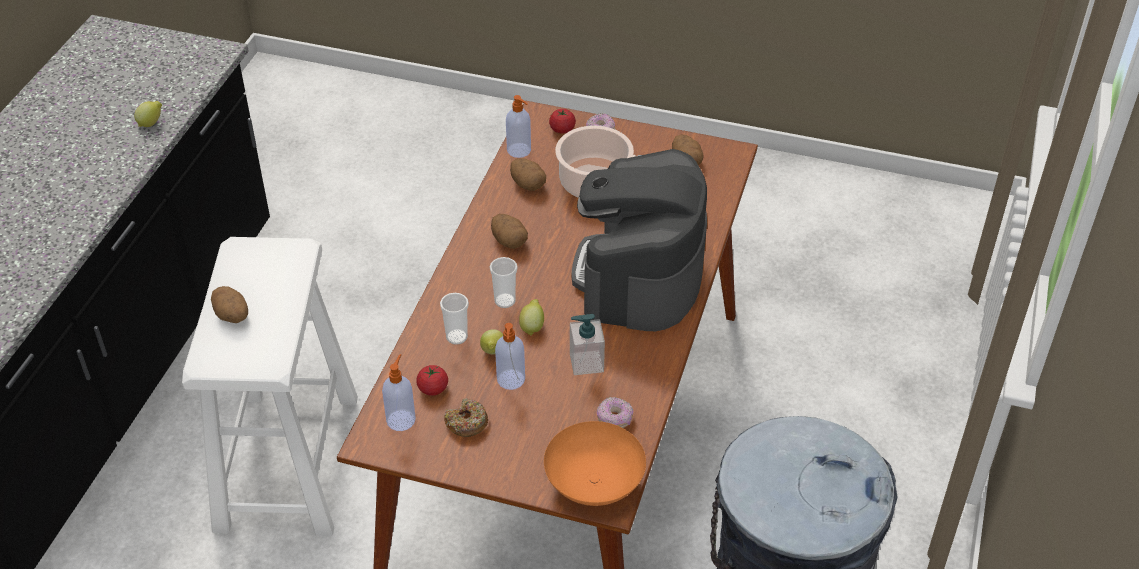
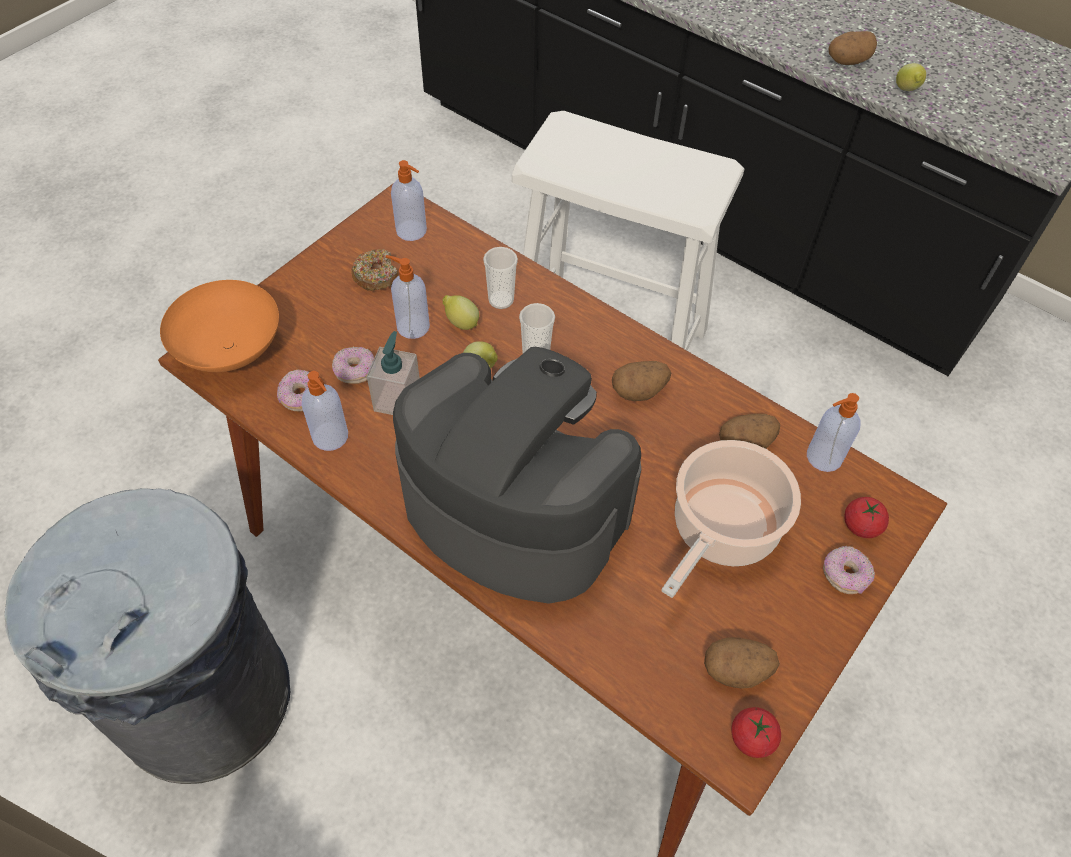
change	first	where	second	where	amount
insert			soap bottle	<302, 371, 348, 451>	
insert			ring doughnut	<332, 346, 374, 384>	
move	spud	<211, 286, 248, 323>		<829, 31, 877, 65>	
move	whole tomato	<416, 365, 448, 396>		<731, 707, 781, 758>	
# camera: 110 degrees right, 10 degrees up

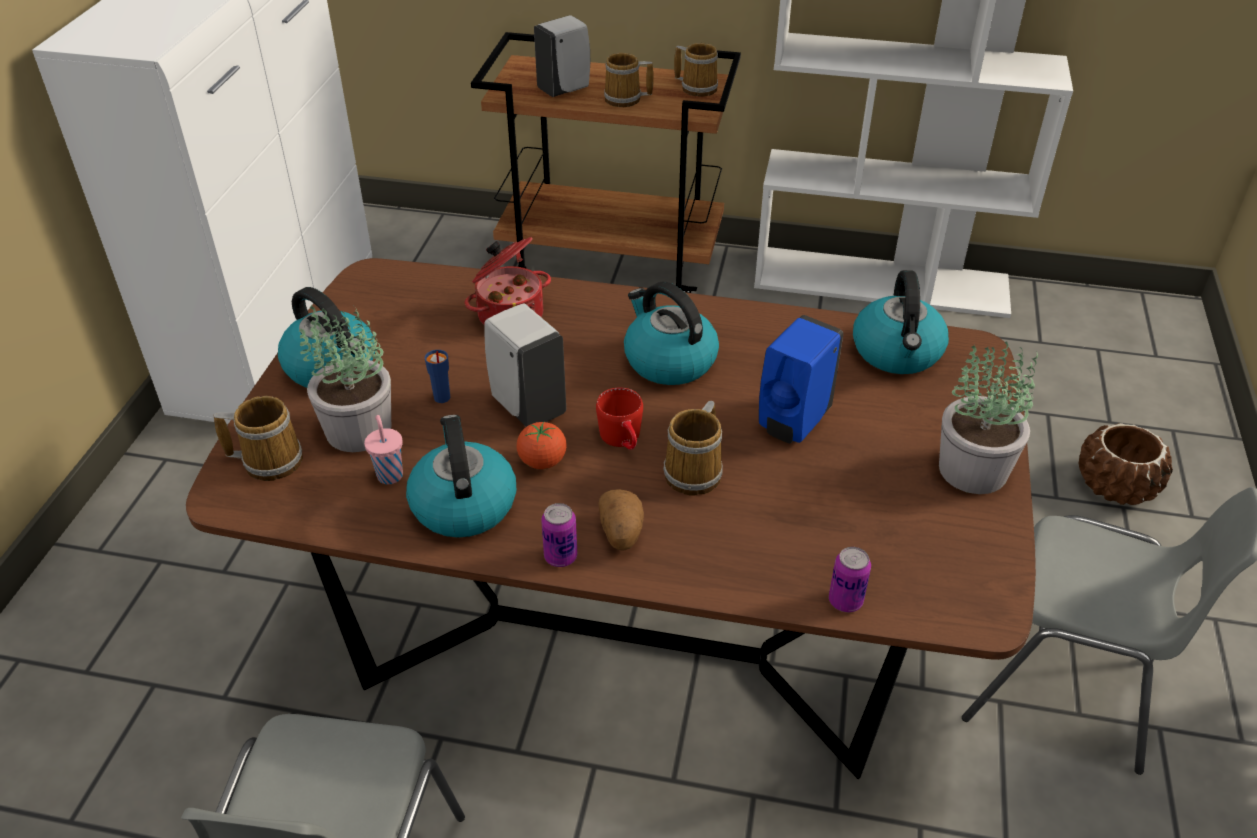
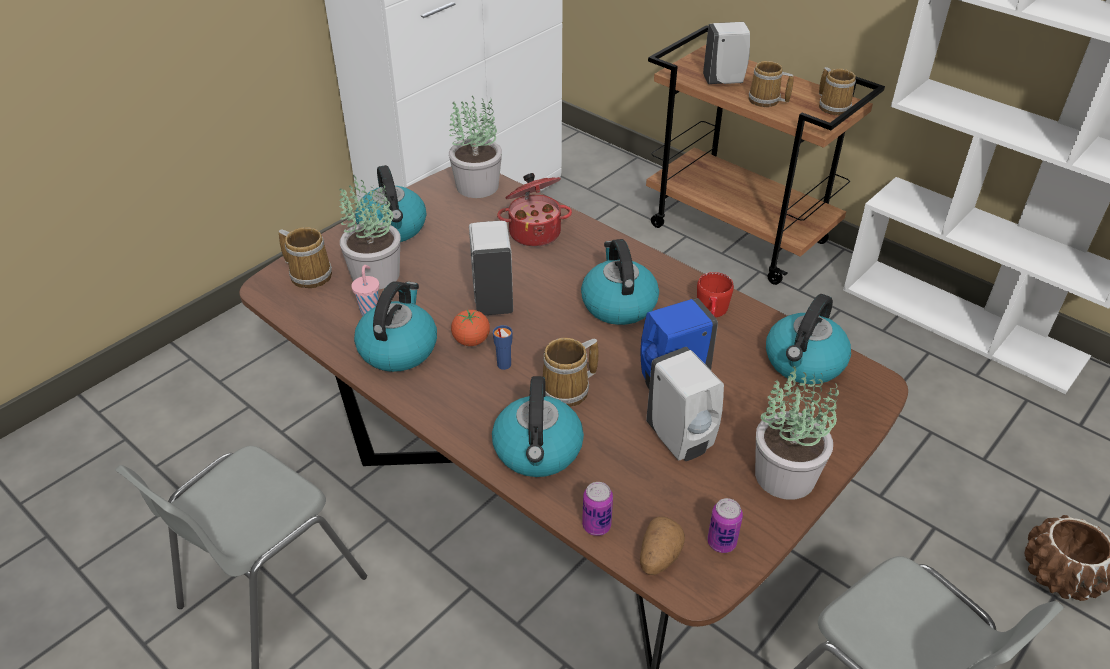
change	first	where	second	where	amount
insert			plant in a pot	<449, 95, 502, 198>	
insert			water kettle	<492, 376, 584, 477>	
insert			soap bottle in white	<646, 347, 724, 461>	
move	drinking cup in bluish	<425, 350, 450, 403>		<493, 325, 513, 370>	
move	sealed can	<541, 503, 577, 567>		<707, 498, 743, 553>	
move	mug in reddish	<596, 388, 643, 450>		<697, 272, 734, 317>	
move	spud	<599, 489, 644, 551>		<640, 517, 685, 575>	
# camera: 30 degrees right, 0 degrees up

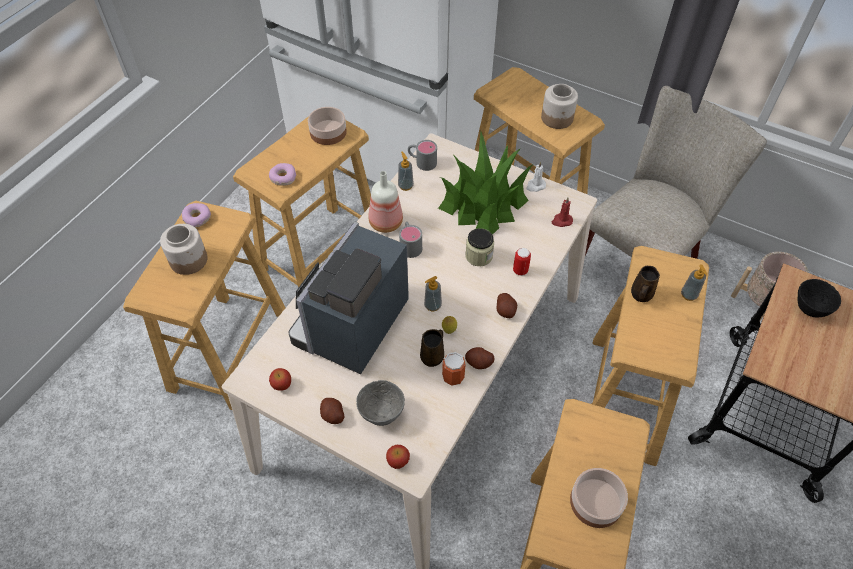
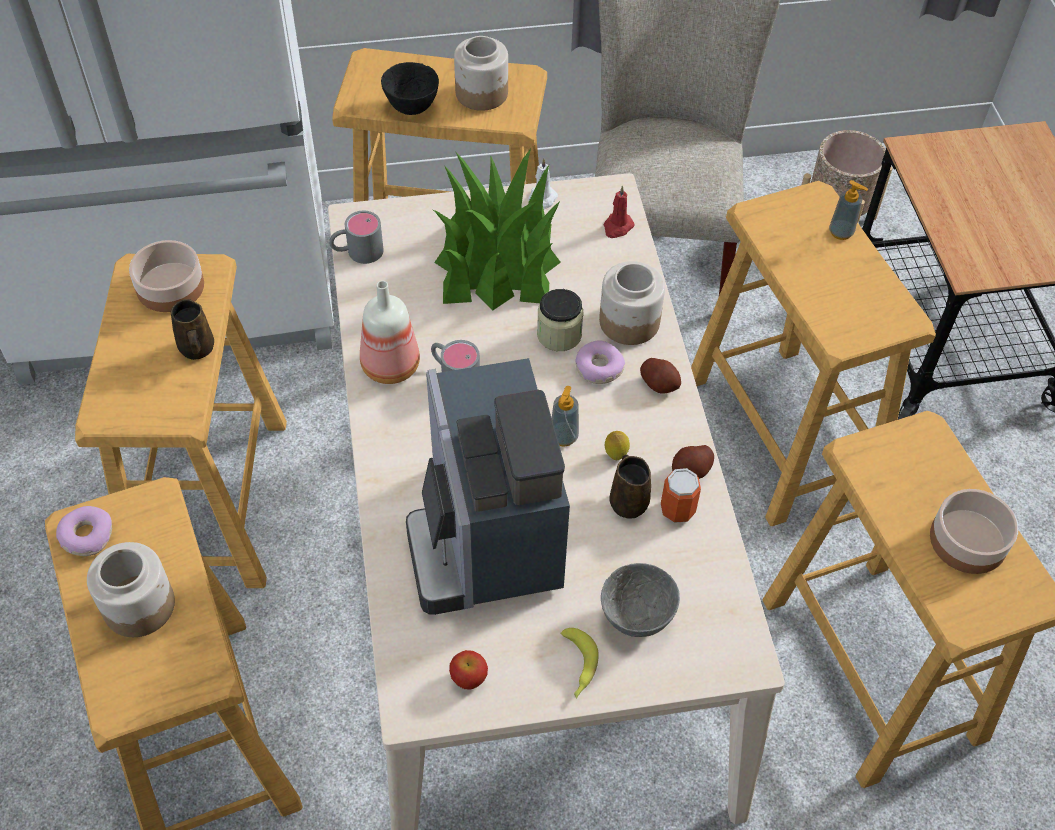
change	first	where	second	where	amount
delete	whole apple	<386, 445, 410, 469>			
delete	soap bottle	<398, 151, 414, 191>			
move	ring doughnut	<269, 163, 296, 186>		<575, 340, 625, 384>	
move	mug in brownish	<631, 266, 660, 302>		<171, 299, 214, 360>	
move	bowl in blackish	<797, 279, 841, 317>		<381, 62, 439, 115>	
replace	spud	<320, 398, 345, 424>	whole banana	<561, 628, 599, 699>	
replace	sealed can	<513, 248, 531, 276>	jar	<599, 261, 665, 345>	
# camera: 40 degrees left, 0 degrees up

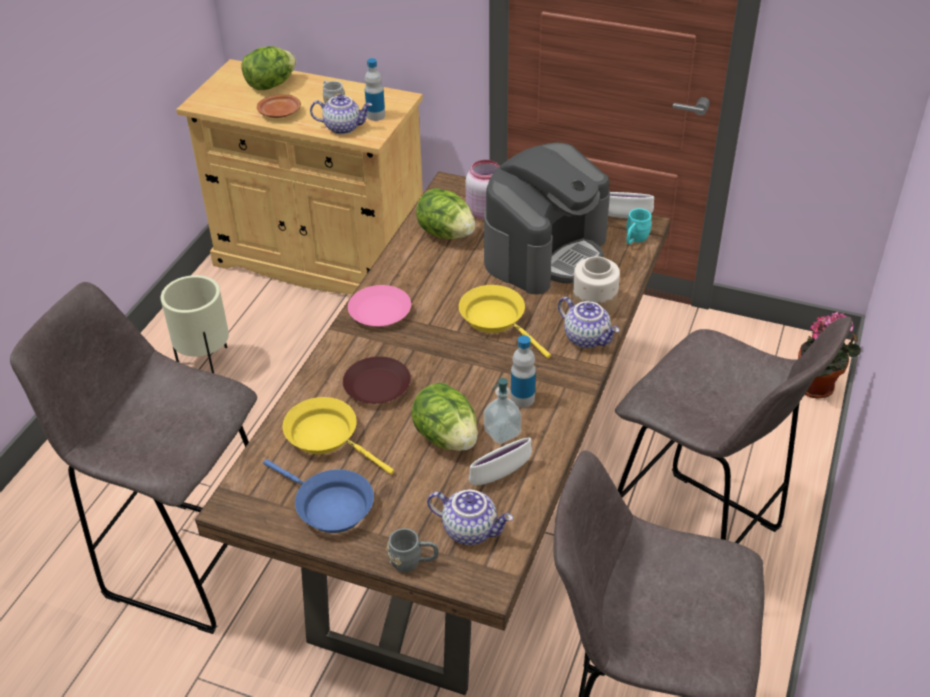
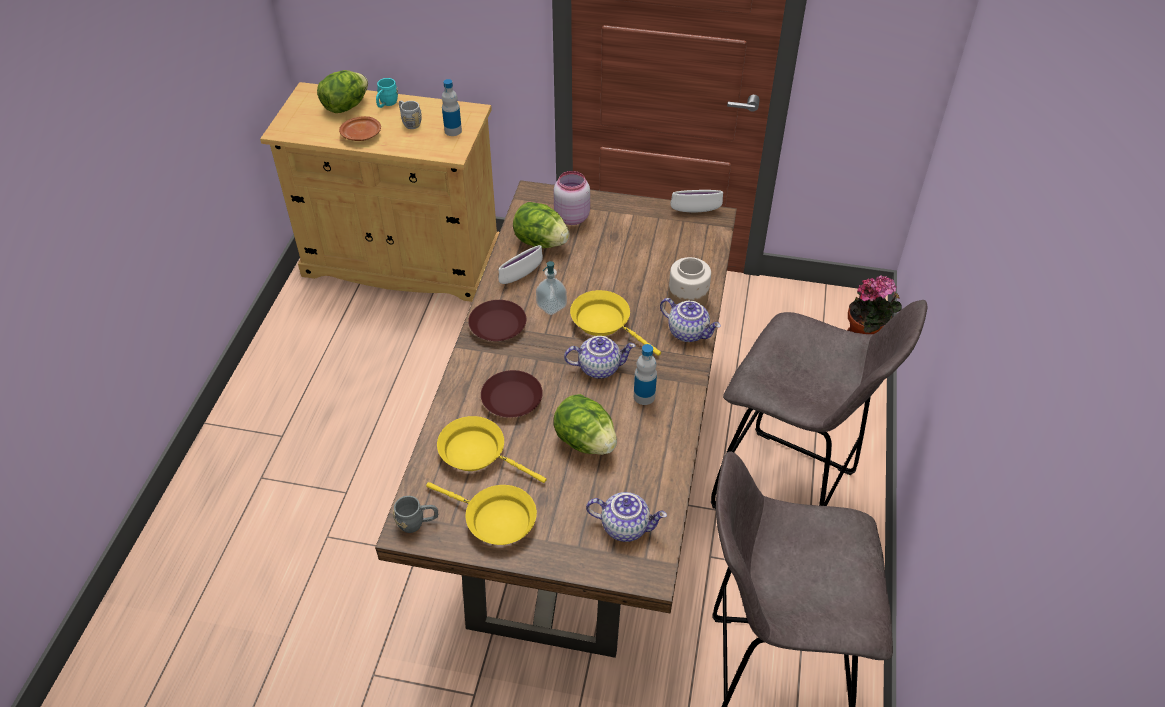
change	first	where	second	where	amount
delete	stool in greyish	<10, 282, 257, 634>			
delete	planter in beige-coloured	<161, 275, 229, 373>			
delete	coffee machine	<484, 143, 610, 295>			
move	teapot	<310, 95, 372, 135>		<564, 336, 636, 379>	
move	mug in greyish	<386, 528, 438, 573>		<393, 496, 438, 533>	
move	bowl in white	<469, 438, 532, 485>		<498, 245, 543, 284>	
move	soap bottle	<484, 378, 522, 444>		<536, 261, 567, 315>	
move	mug in turquoise-coloured	<626, 208, 652, 244>		<376, 78, 398, 108>	
recolor	pan in bluish	<263, 459, 374, 533>	pan in yellowish	<426, 482, 537, 545>	
recolor	flat dish in pink	<348, 285, 411, 327>	flat dish in brownish	<468, 300, 526, 341>	
# camera: 10 degrees left, 5 degrees up

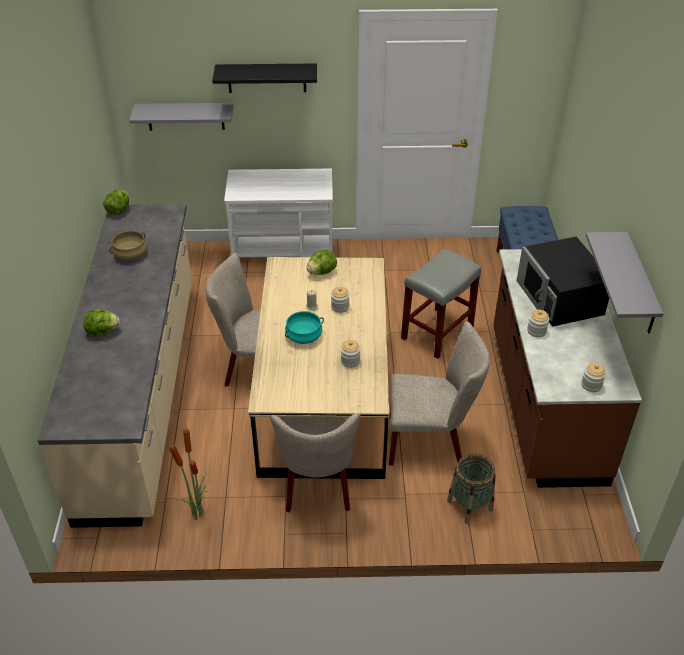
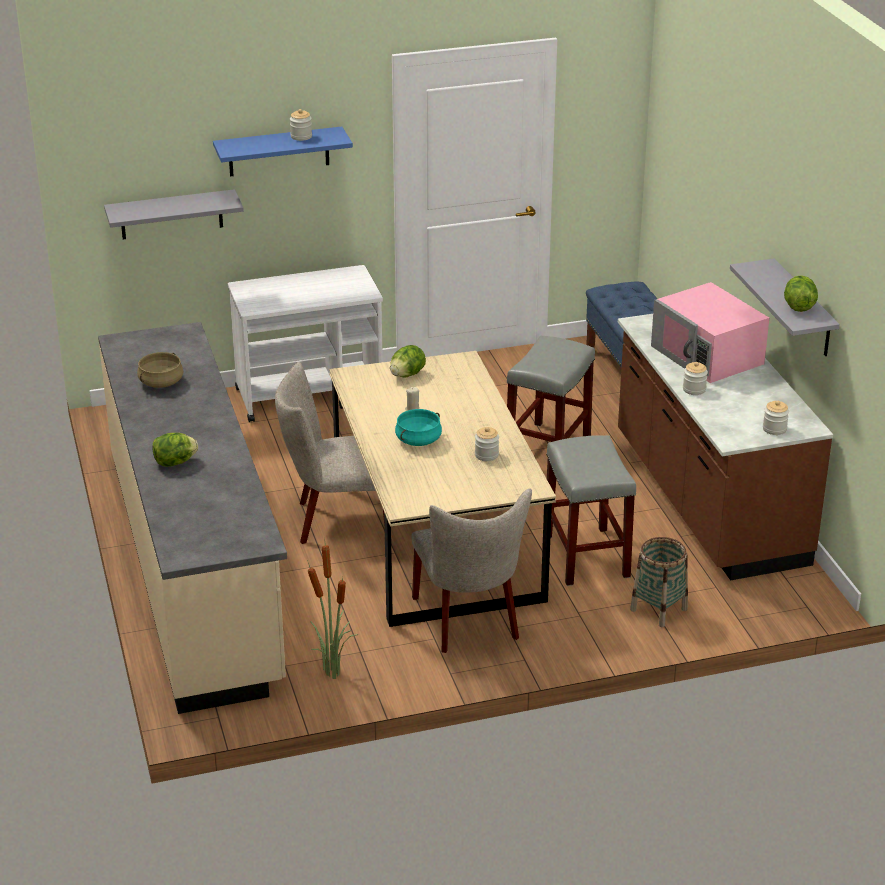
change	first	where	second	where	amount
move	lettuce	<103, 190, 129, 215>		<784, 275, 818, 312>	
move	jar	<331, 287, 350, 313>		<290, 109, 312, 141>	
replace	upright chair in beige-coloured	<389, 321, 490, 466>	stool in greyish	<546, 435, 636, 586>	
recolor	shelf in blackish	<212, 63, 317, 93>	shelf in bluish	<213, 126, 353, 177>	
recolor	kitchen microwave in blackish	<516, 237, 609, 327>	kitchen microwave in pink	<651, 282, 769, 383>	
# camera: 15 degrees left, 10 degrees down

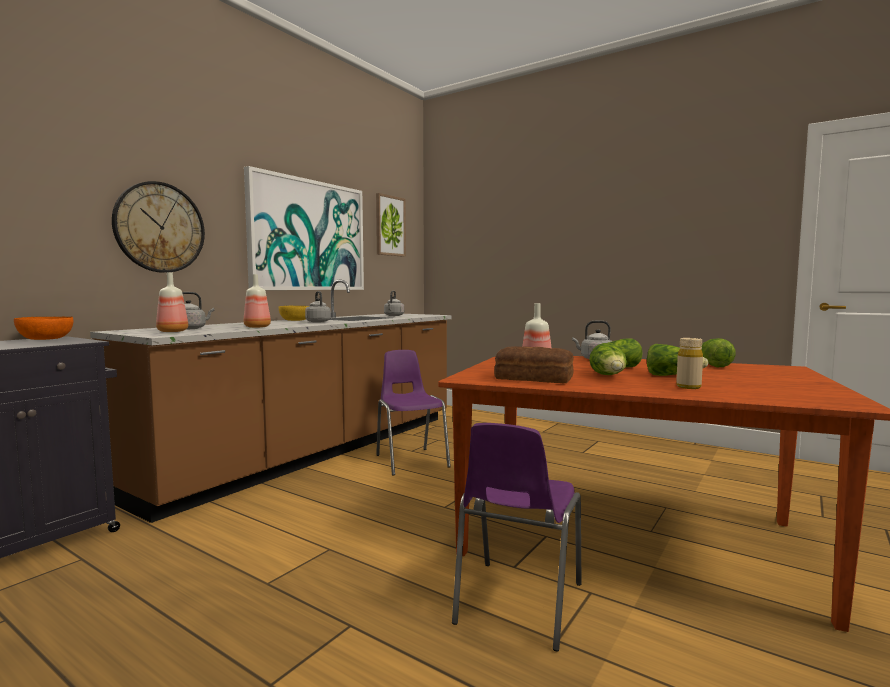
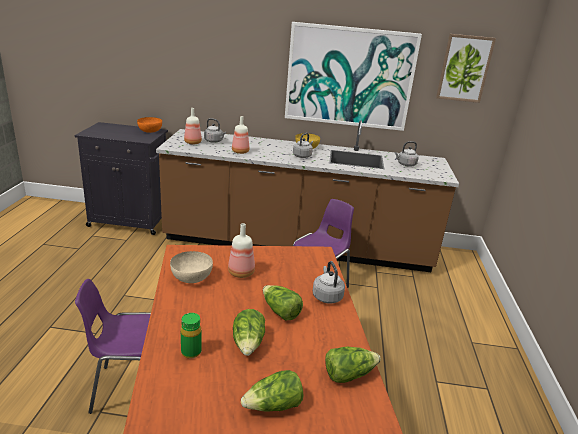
change	first	where	second	where	amount
delete	hanging clock	<112, 181, 205, 273>			
move	lettuce	<589, 343, 627, 375>		<241, 370, 304, 411>	
replace	bread	<494, 346, 574, 383>	bowl in beige-coloured	<170, 251, 213, 283>	
recolor	drink bottle in beige-coloured	<676, 338, 703, 389>	drink bottle in green-coloured	<181, 313, 201, 359>	
# camera: 60 degrees right, 20 degrees up

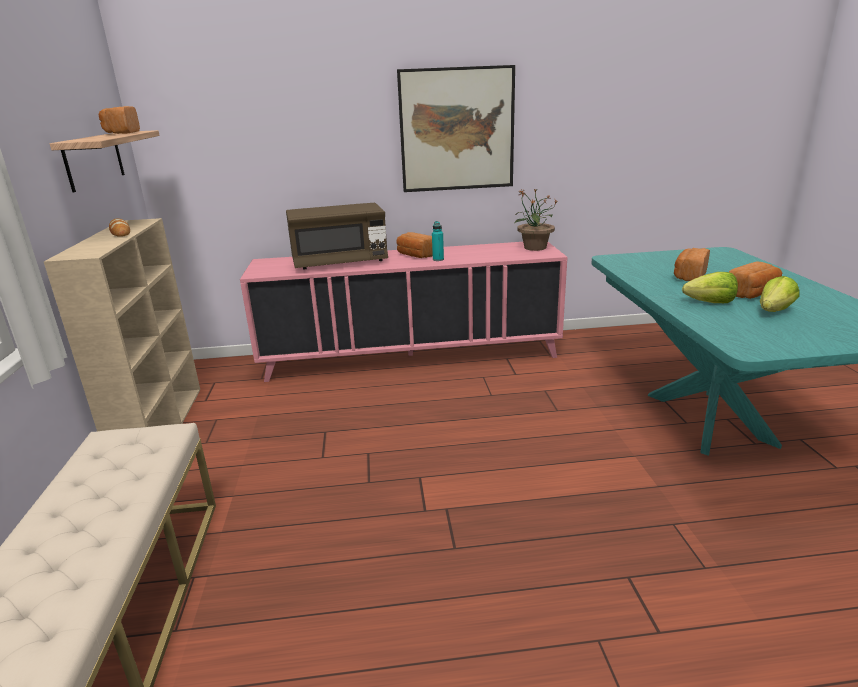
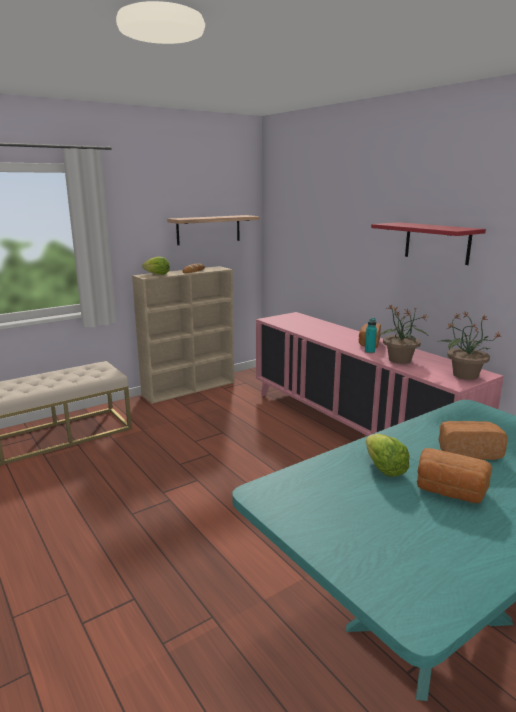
change	first	where	second	where	amount
delete	bread	<98, 106, 140, 134>			
delete	kitchen microwave in brownish	<286, 203, 388, 270>			
insert			plant in a pot	<380, 305, 428, 364>	
move	lettuce	<760, 276, 799, 312>		<142, 257, 170, 275>	
replace	wall art	<397, 65, 515, 192>	shelf in reddish	<371, 222, 486, 265>	
# camera: 60 degrees right, 5 degrees down

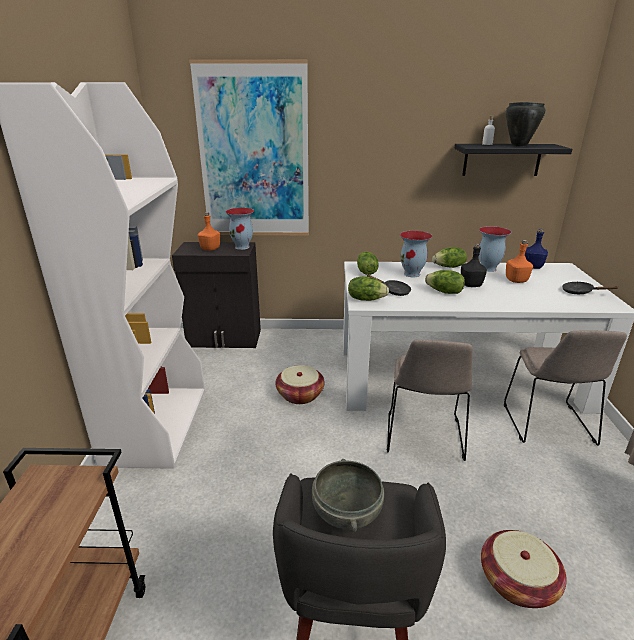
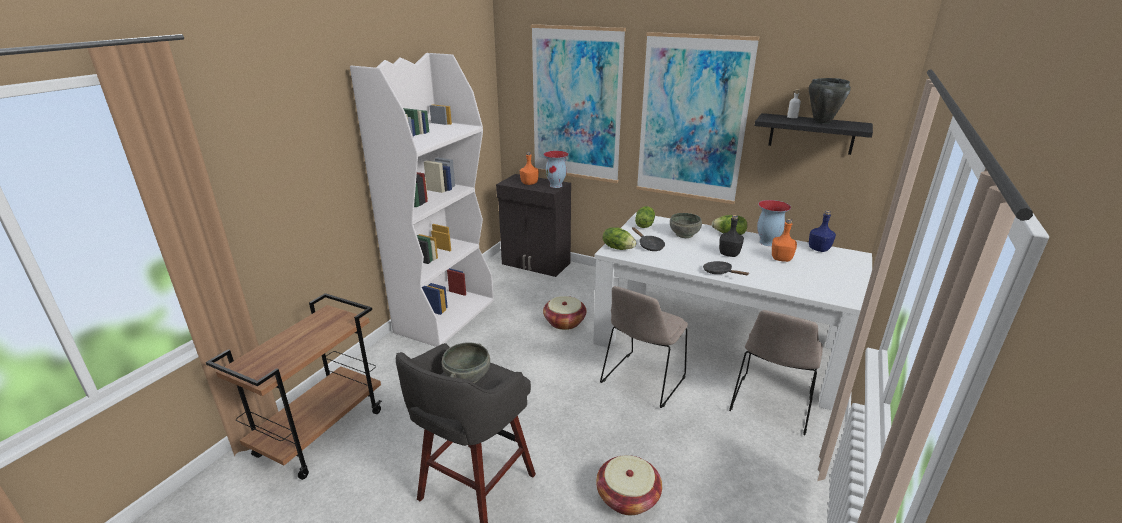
change	first	where	second	where	amount
delete	lettuce	<425, 270, 465, 294>			
insert			wall art	<637, 32, 760, 204>	
move	pan in blackish	<562, 282, 619, 294>		<703, 261, 749, 275>	
replace	vase	<400, 231, 432, 277>	bowl in greyish	<670, 213, 702, 238>	
# camera: 25 degrees right, 0 degrees up

